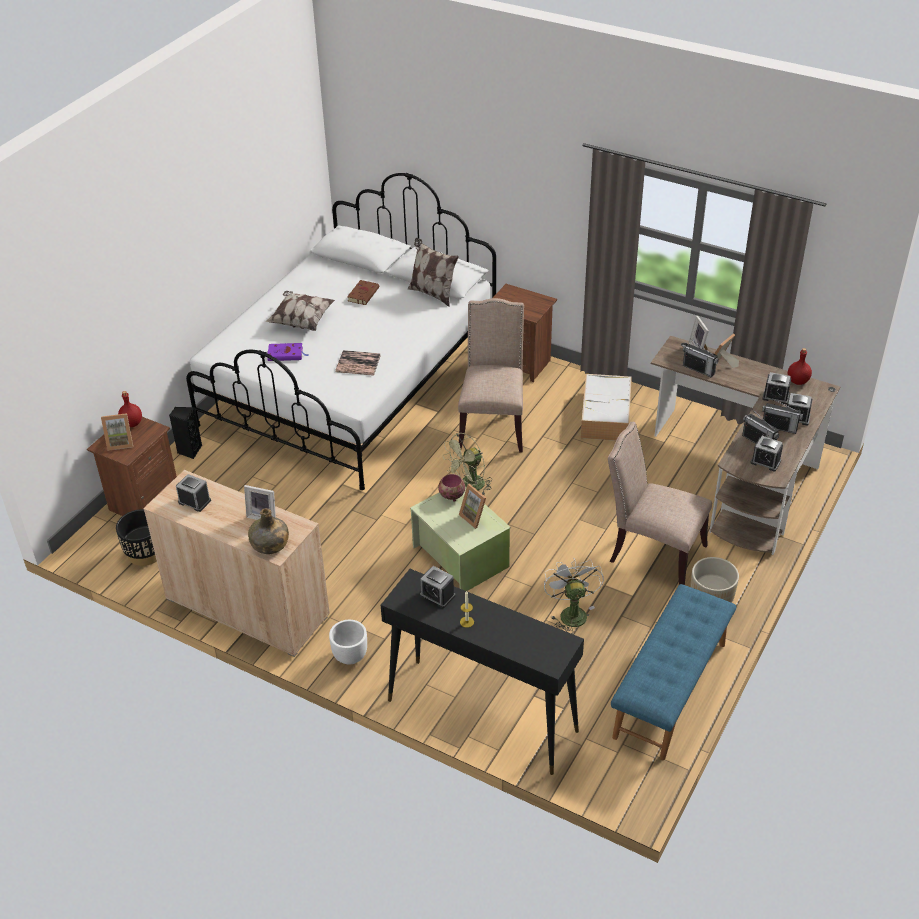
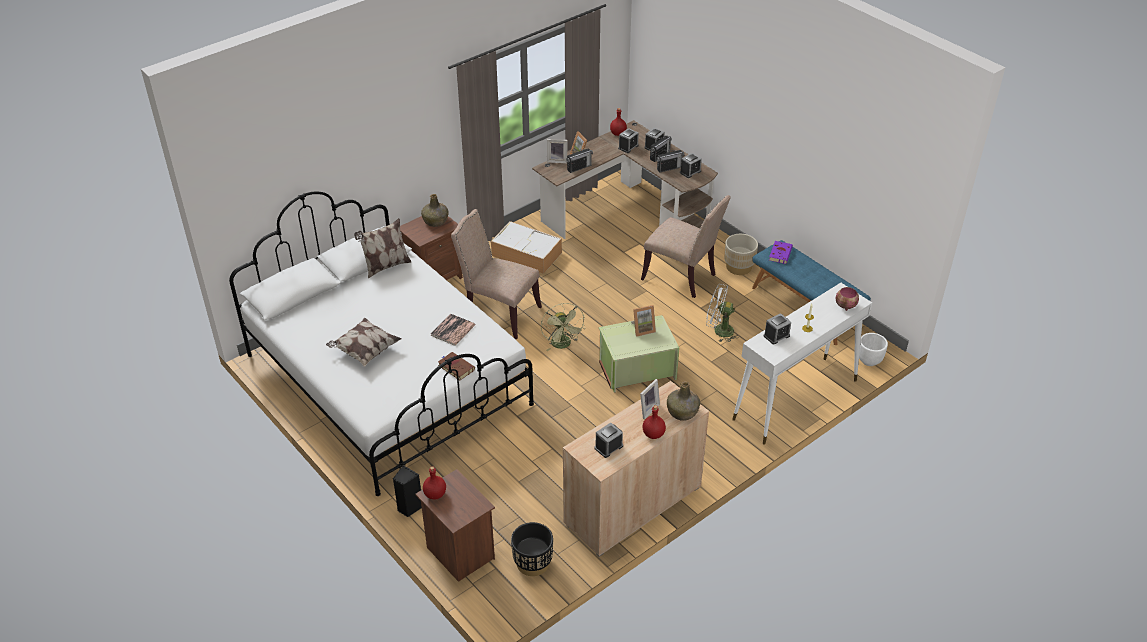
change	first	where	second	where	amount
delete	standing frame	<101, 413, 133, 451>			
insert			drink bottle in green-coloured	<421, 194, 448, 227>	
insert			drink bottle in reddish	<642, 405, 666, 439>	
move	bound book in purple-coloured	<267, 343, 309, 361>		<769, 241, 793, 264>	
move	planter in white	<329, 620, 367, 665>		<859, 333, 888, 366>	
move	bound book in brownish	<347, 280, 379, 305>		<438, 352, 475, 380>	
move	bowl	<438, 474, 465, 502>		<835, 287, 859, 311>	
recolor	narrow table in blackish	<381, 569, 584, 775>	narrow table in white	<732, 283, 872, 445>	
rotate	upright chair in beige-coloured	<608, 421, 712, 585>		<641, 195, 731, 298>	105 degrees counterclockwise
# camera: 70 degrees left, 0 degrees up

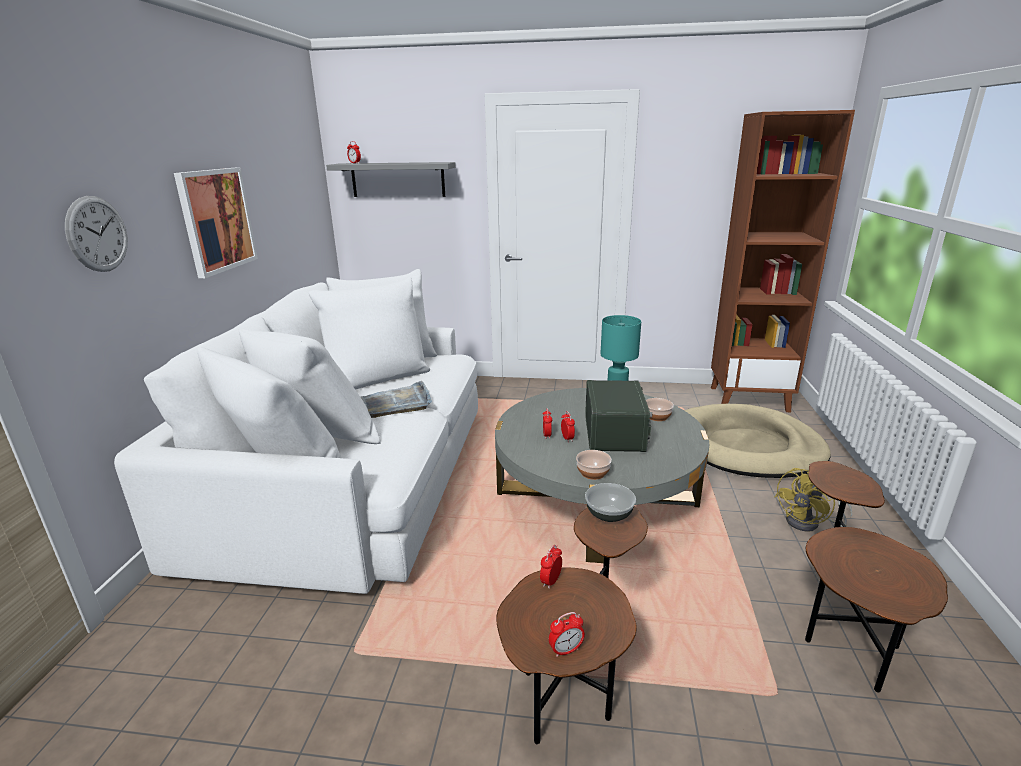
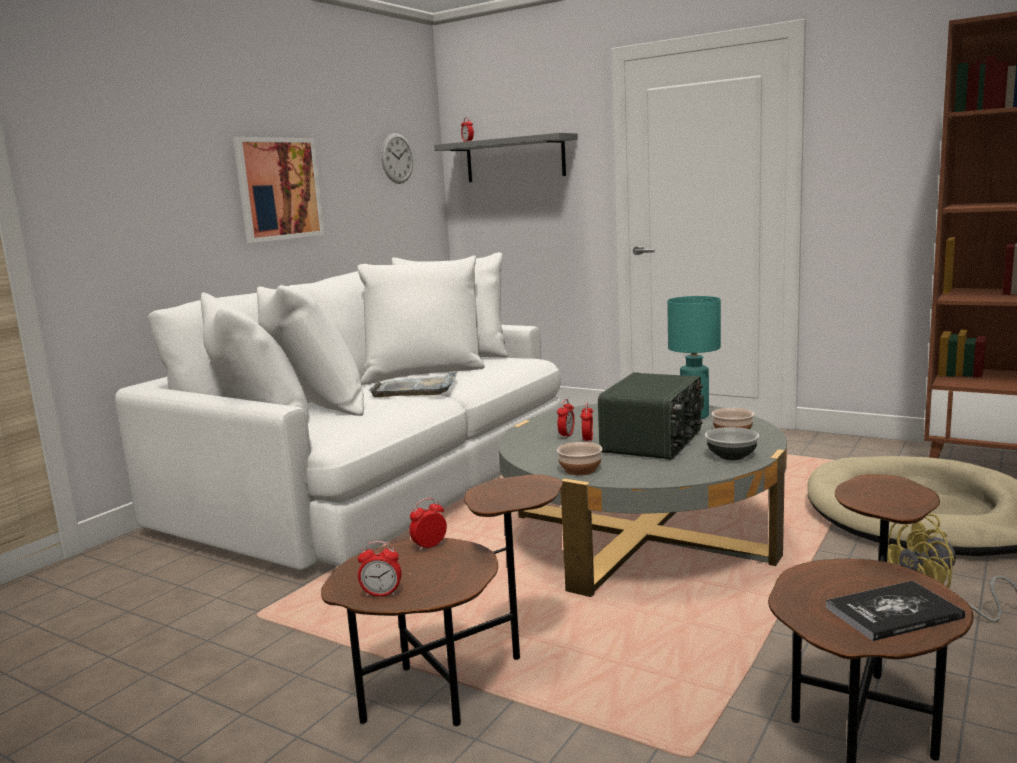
change	first	where	second	where	amount
insert			bound book	<826, 581, 965, 641>	
move	hanging clock	<65, 196, 128, 272>		<381, 133, 413, 184>	
move	bowl	<585, 483, 636, 522>		<705, 427, 759, 460>	
# camera: 25 degrees right, 10 degrees down

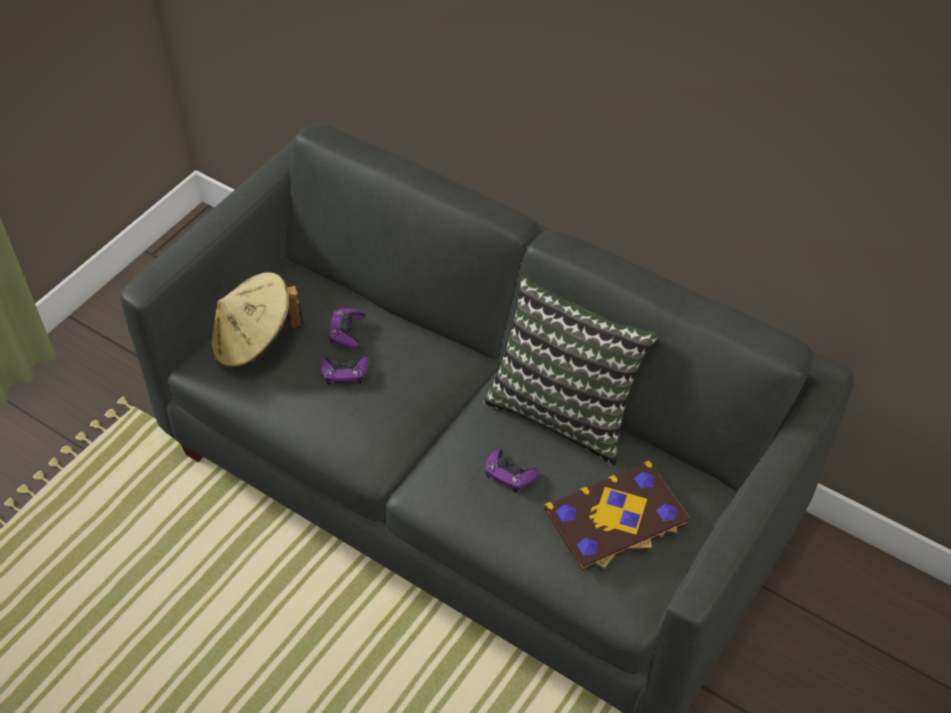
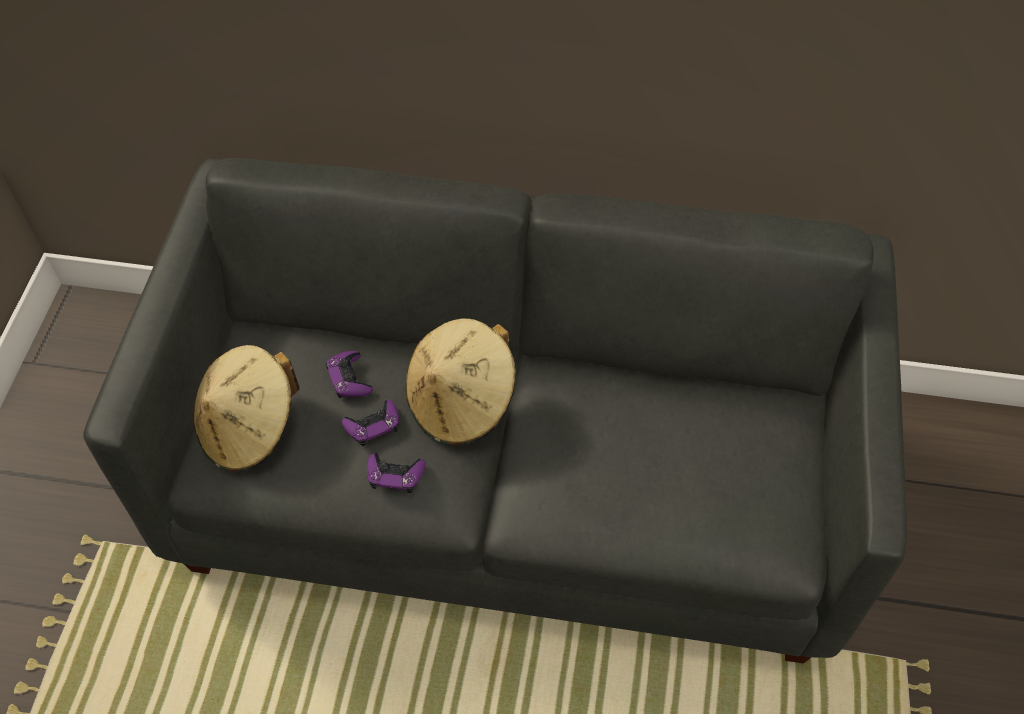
change	first	where	second	where	amount
delete	throw pillow	<483, 276, 659, 466>			
delete	bound book	<544, 461, 690, 572>			
insert			clothing hat in beige-coloured	<405, 318, 516, 446>	
move	game controller in purple-coloured	<485, 449, 538, 493>		<367, 453, 425, 493>	
# camera: 25 degrees left, 5 degrees up

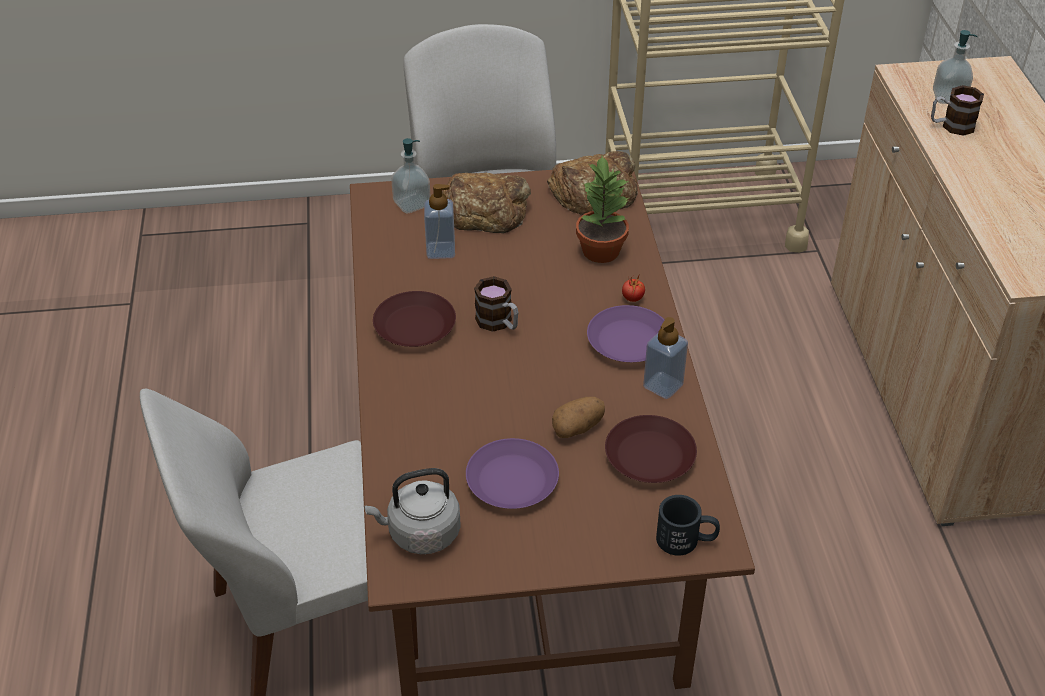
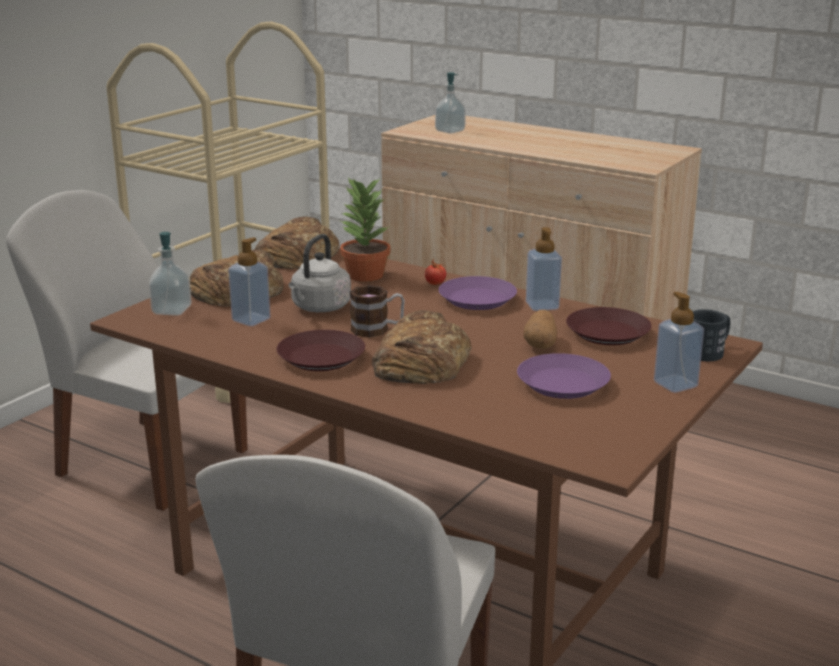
change	first	where	second	where	amount
delete	mug	<931, 85, 984, 136>			
insert			bread	<372, 310, 472, 384>	
insert			soap bottle	<654, 292, 704, 393>	
move	water kettle in greyish	<364, 468, 461, 554>		<289, 234, 351, 312>	
# camera: 50 degrees left, 20 degrees down

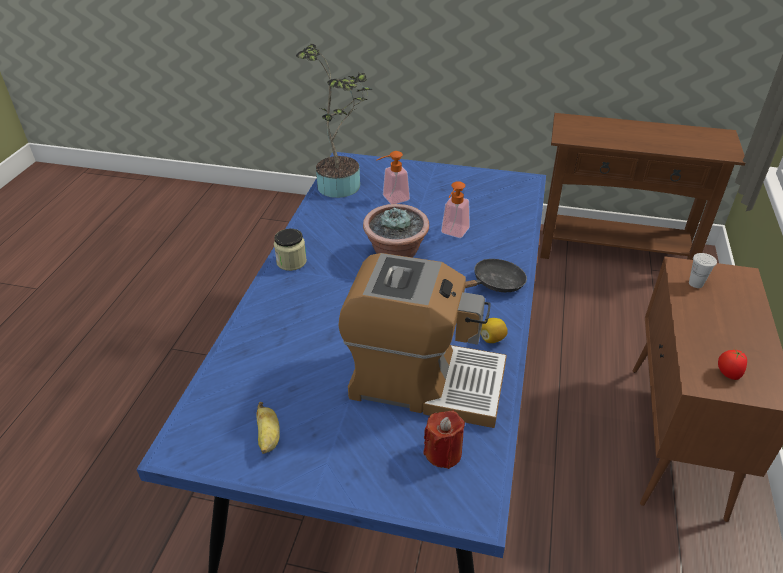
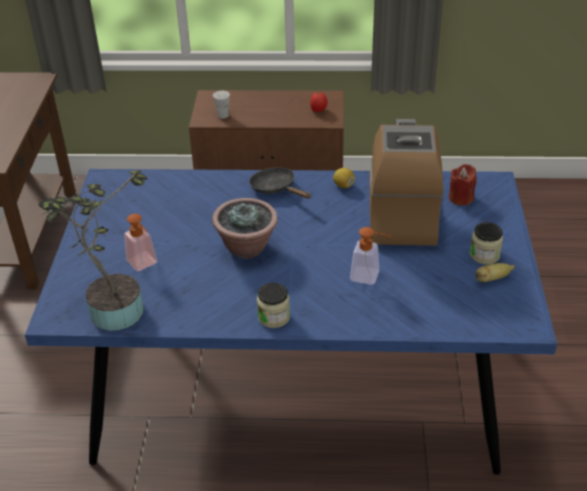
change	first	where	second	where	amount
insert			jar	<470, 222, 503, 264>	
move	soap bottle	<441, 181, 470, 238>		<350, 227, 392, 285>	
# camera: 100 degrees left, 0 degrees up

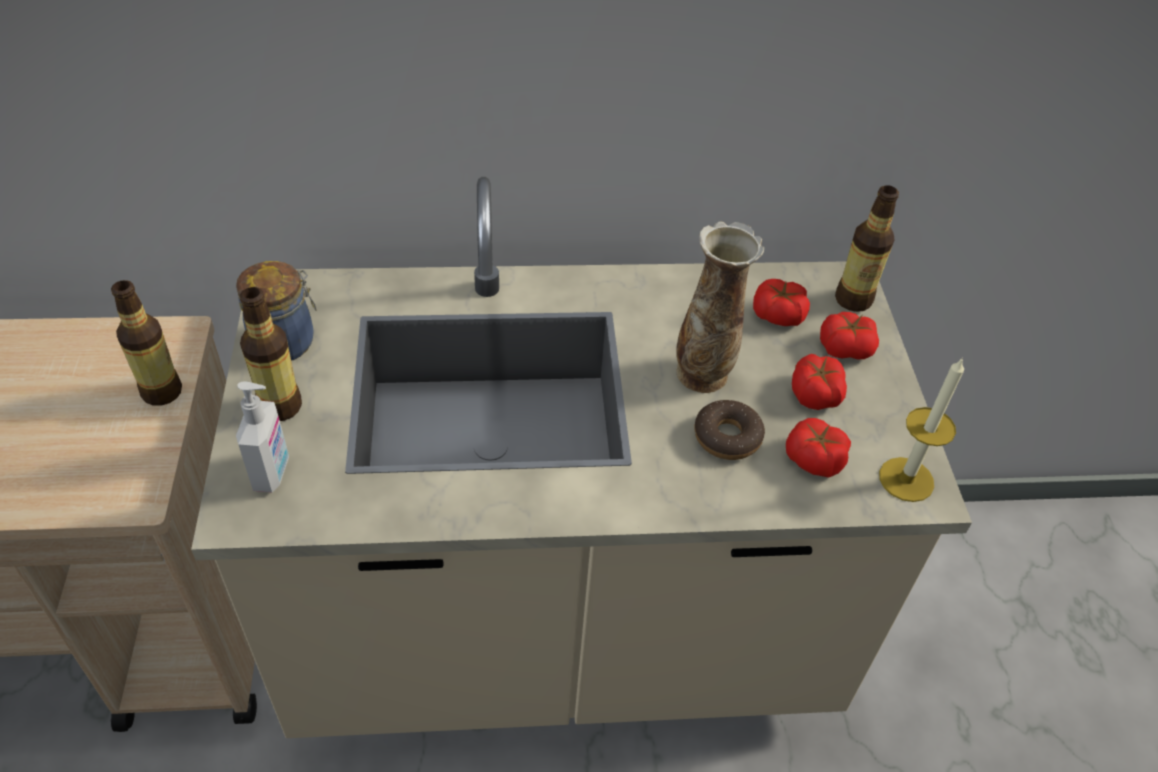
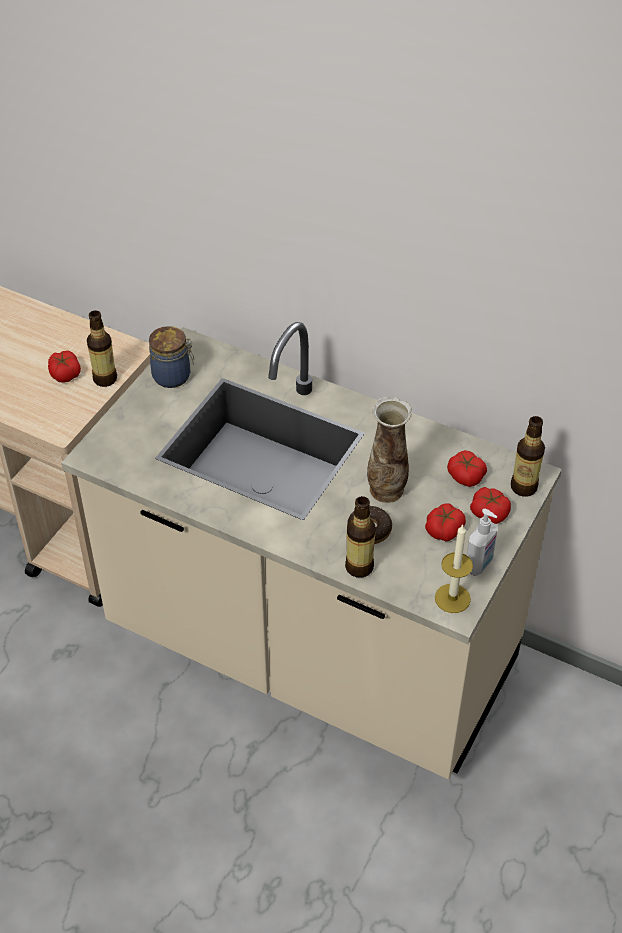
change	first	where	second	where	amount
move	soap bottle	<236, 381, 289, 492>		<467, 509, 498, 576>	
move	drink bottle	<240, 287, 302, 421>		<345, 496, 376, 578>	
move	whole tomato	<786, 418, 851, 478>		<48, 351, 81, 383>	
# camera: 35 degrees right, 0 degrees up

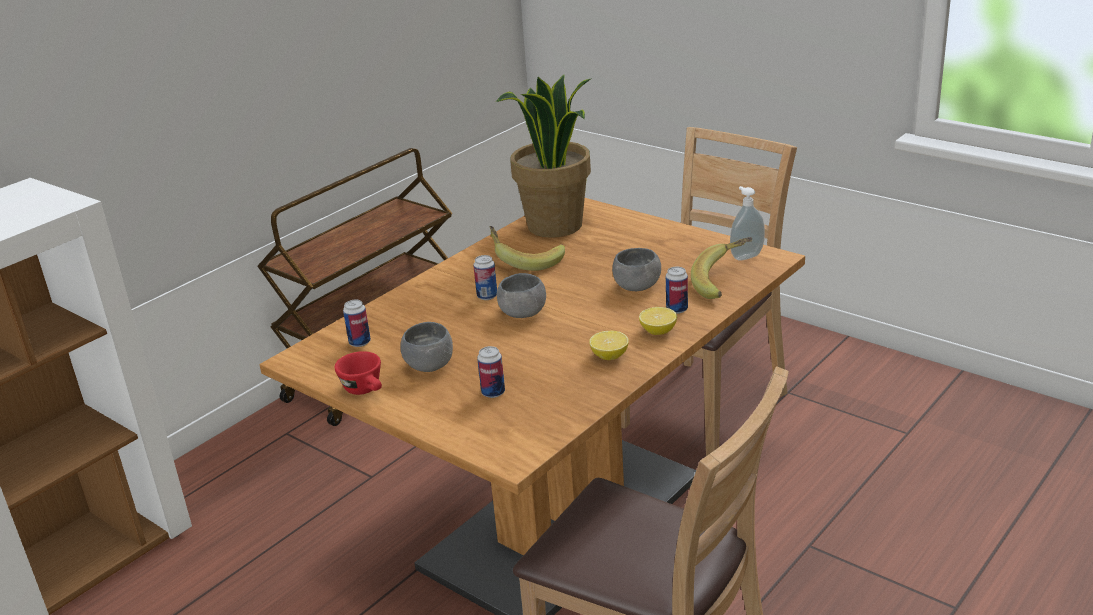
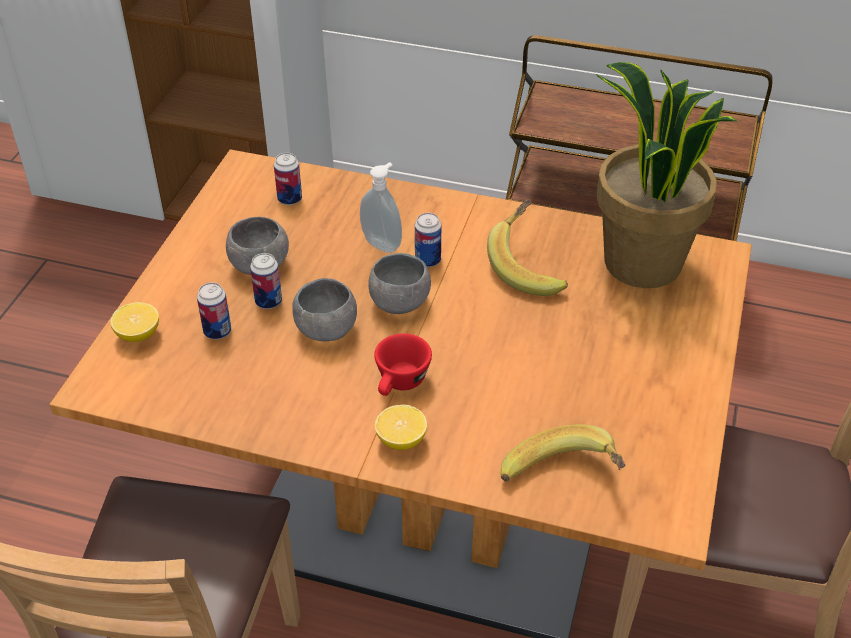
change	first	where	second	where	amount
move	drinking cup in reddish	<335, 351, 382, 395>		<374, 333, 432, 396>	
move	lemon	<589, 331, 629, 360>		<110, 302, 159, 342>	
move	bowl in greyish	<612, 248, 661, 291>		<292, 278, 357, 341>	
move	sealed can	<666, 267, 688, 314>		<250, 253, 282, 309>	
move	soap bottle	<730, 186, 765, 261>		<360, 162, 402, 253>	
# camera: 65 degrees right, 15 degrees up

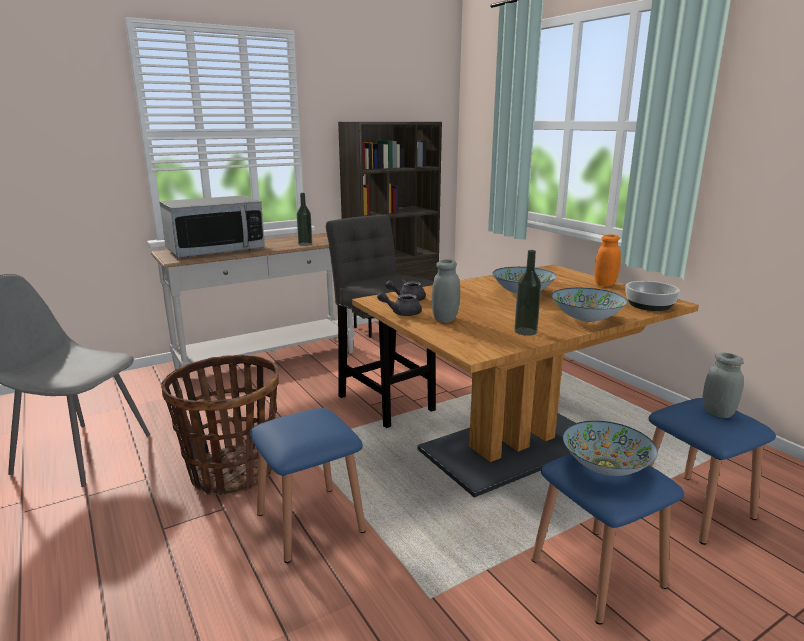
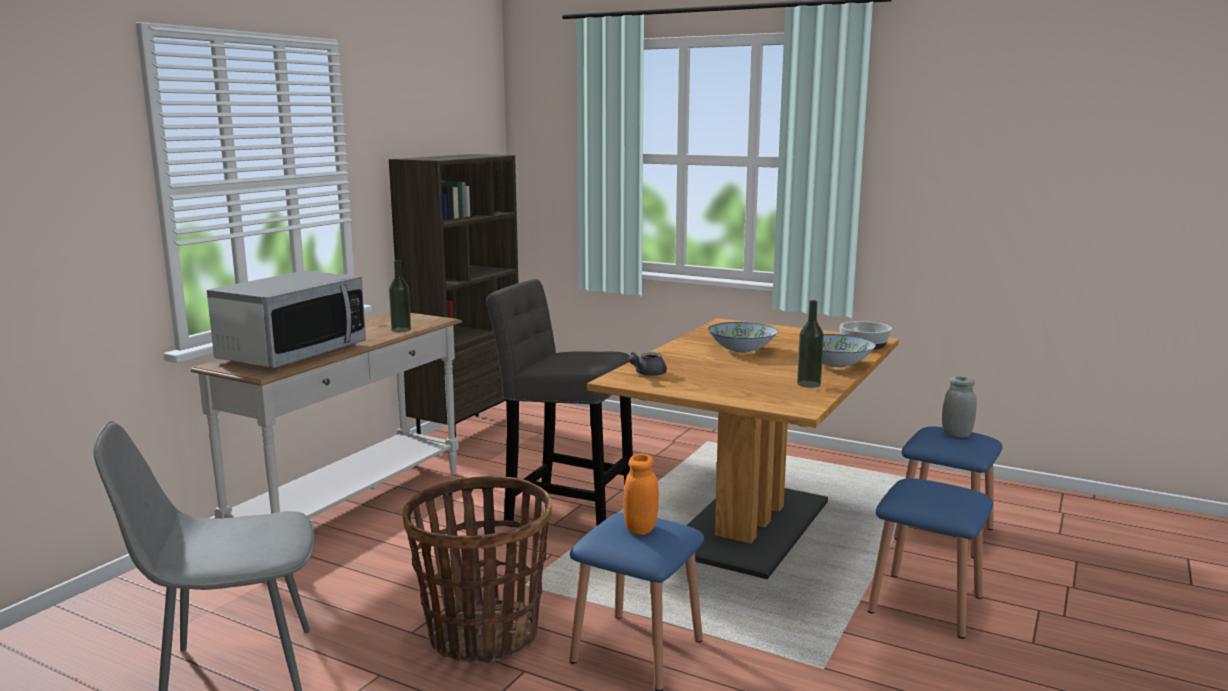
change	first	where	second	where	amount
delete	teapot in greyish	<377, 291, 422, 316>			
delete	jar in greyish	<432, 259, 460, 323>			
delete	bowl	<563, 421, 658, 476>			
move	jar in orange-coloured	<594, 234, 621, 286>		<624, 454, 659, 535>	
# camera: 30 degrees left, 5 degrees down

